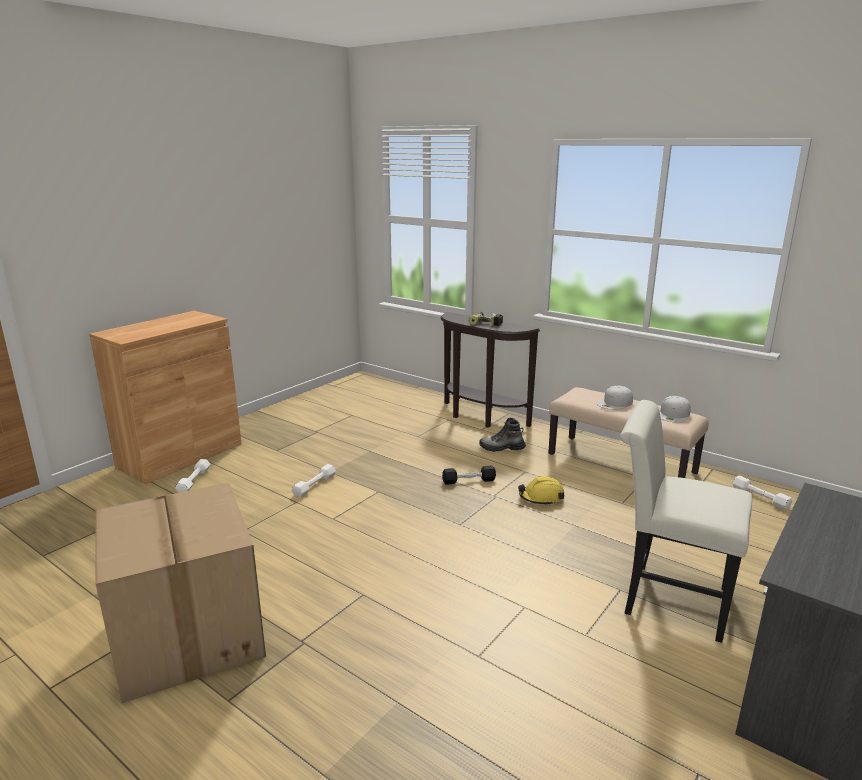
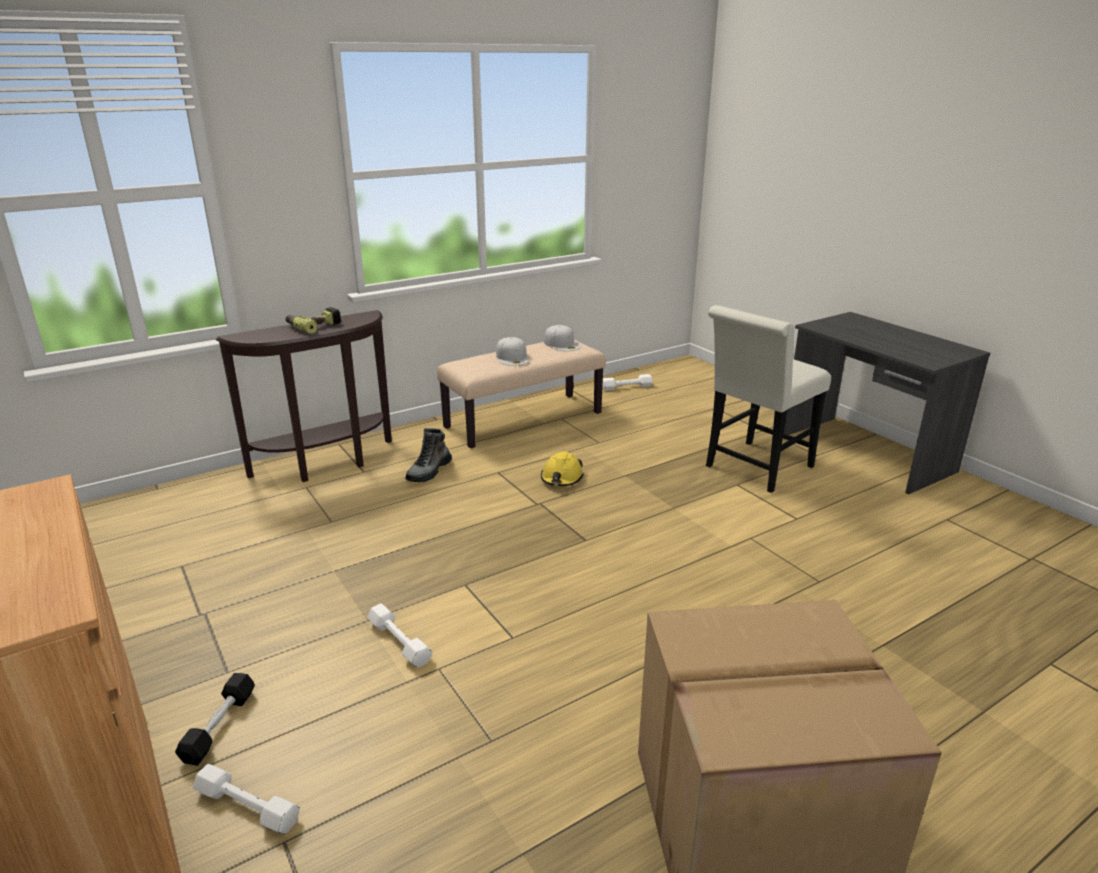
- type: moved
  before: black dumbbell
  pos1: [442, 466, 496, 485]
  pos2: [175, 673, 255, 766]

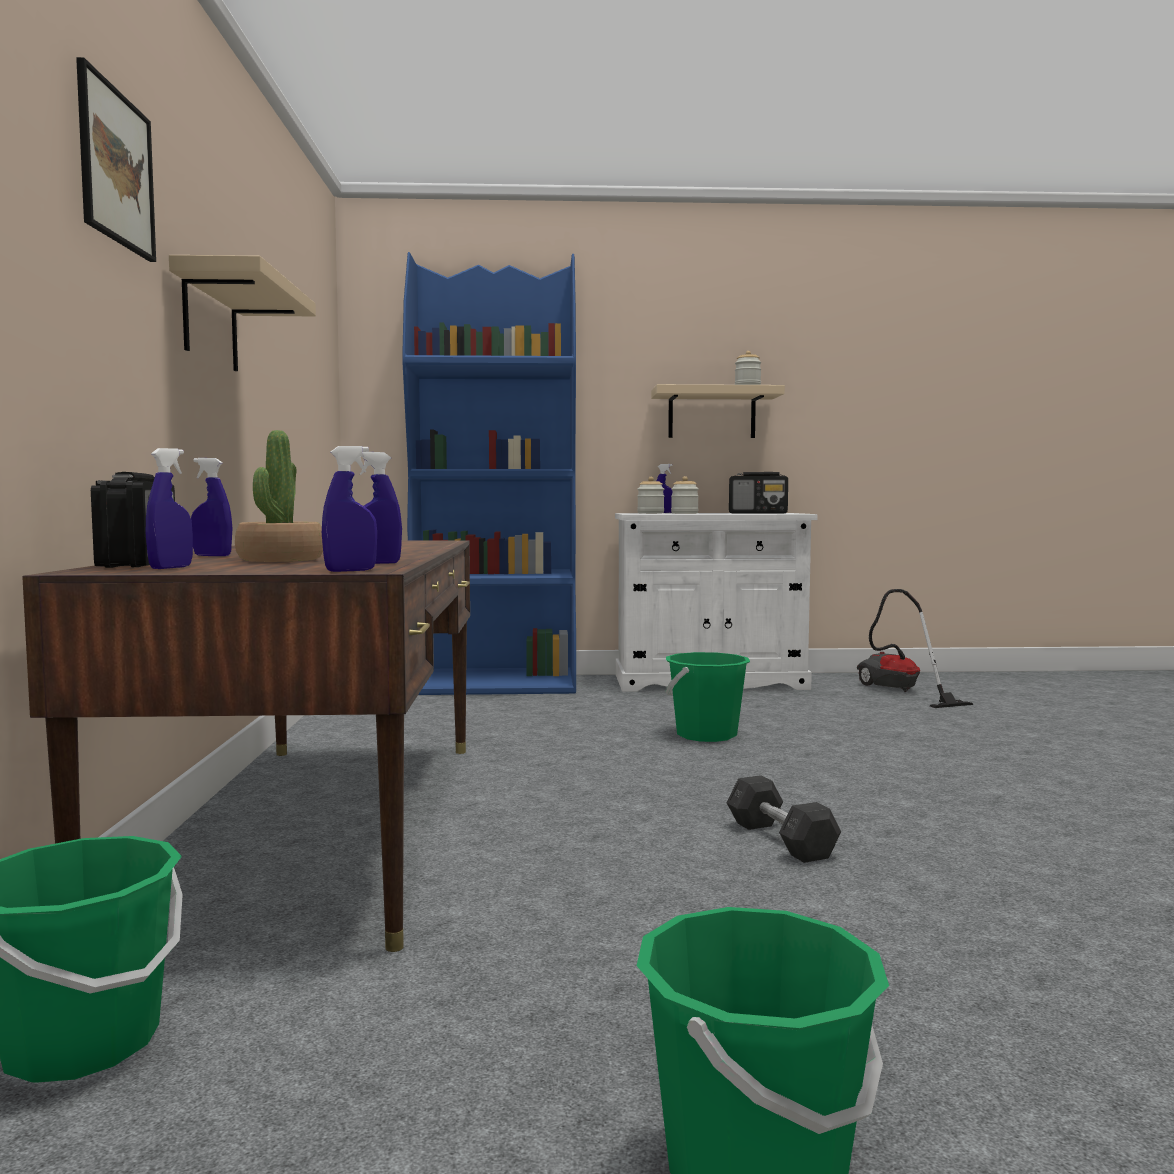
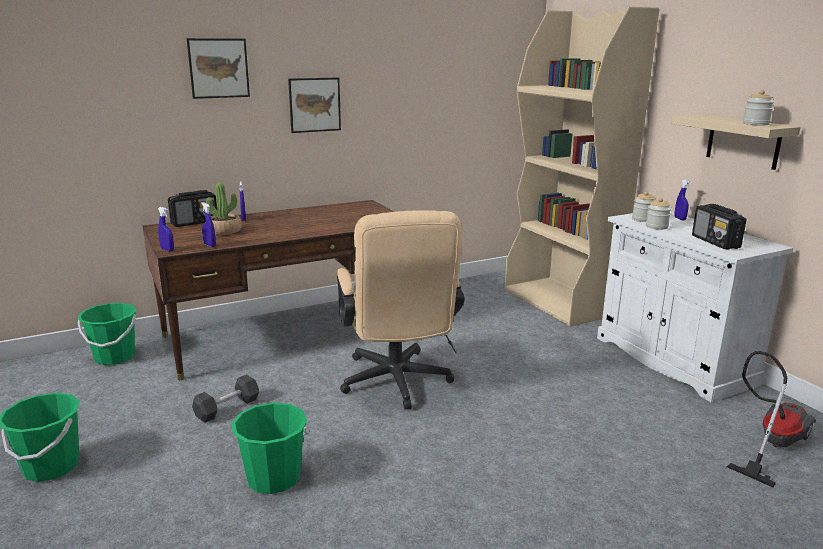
- type: moved
  before: grey dumbbell
  pos1: [726, 775, 841, 863]
  pos2: [192, 374, 259, 423]
- type: moved
  before: green bucket
  pos1: [665, 652, 750, 742]
  pos2: [231, 402, 309, 494]
- type: replaced
  before: beige shelf
  after: picture
  pos1: [169, 255, 316, 371]
  pos2: [288, 77, 341, 133]
- type: added
  after: beige office chair
  pos2: [337, 210, 465, 409]
- type: recoloured
  before: blue bookcase
  after: beige bookcase
  pos1: [402, 252, 576, 695]
  pos2: [505, 7, 659, 327]
- type: removed
  before: blue spray bottle
  pos1: [145, 448, 193, 569]

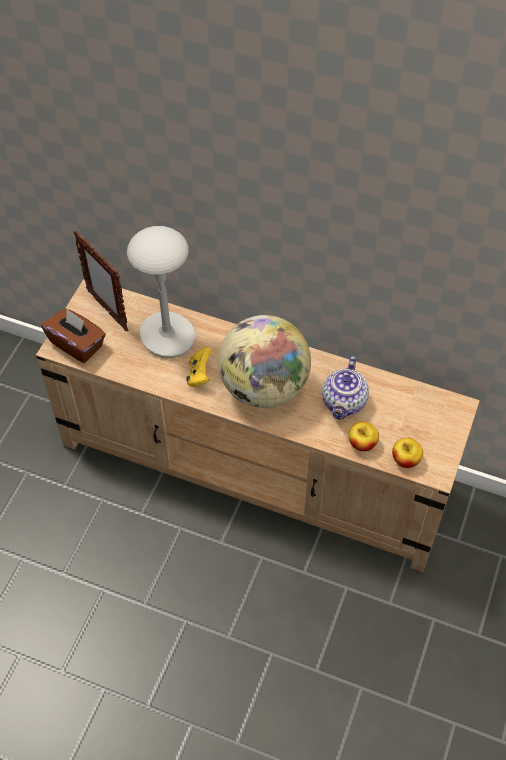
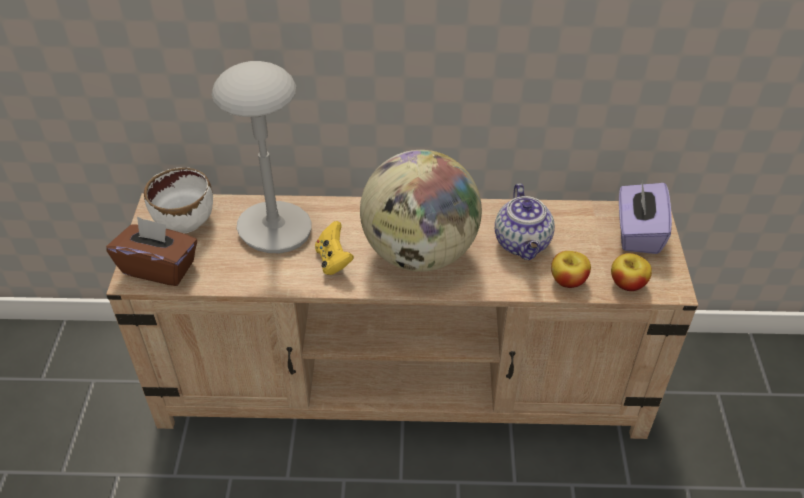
- type: replaced
  before: picture frame
  after: white bowl
  pos1: [73, 231, 129, 331]
  pos2: [144, 167, 213, 233]
- type: added
  after: purple tissue box
  pos2: [619, 181, 672, 254]

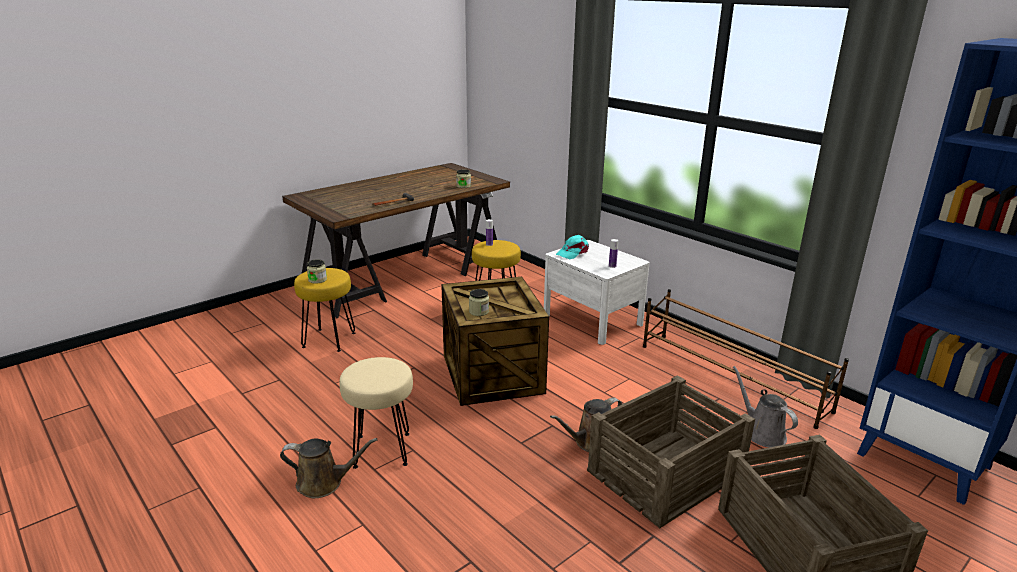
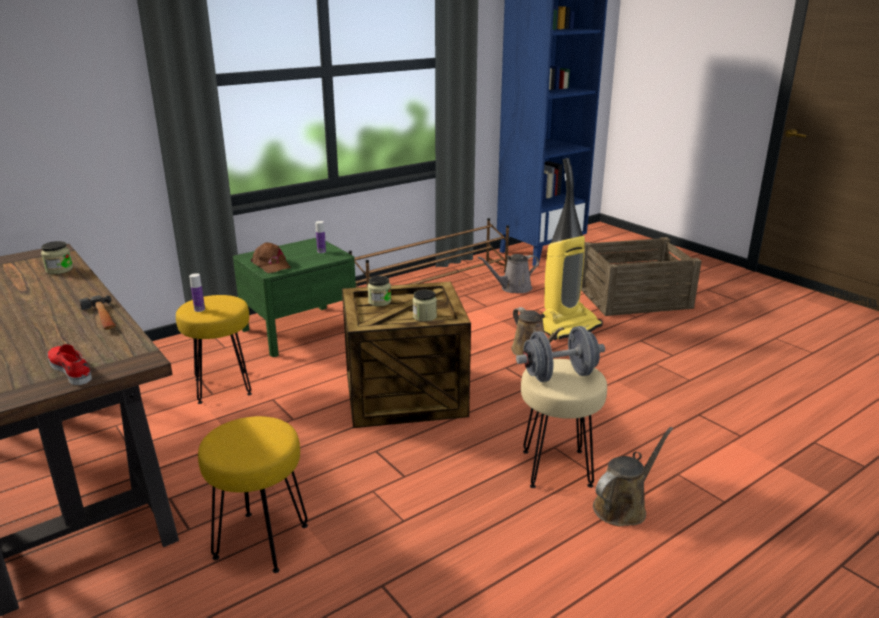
- type: added
  after: red shoe
  pos2: [48, 344, 92, 385]
- type: recoloured
  before: white nightstand
  after: green nightstand
  pos1: [544, 240, 650, 345]
  pos2: [233, 238, 356, 357]
- type: recoloured
  before: turquoise cap
  after: brown cap
  pos1: [556, 235, 589, 259]
  pos2: [251, 242, 291, 273]
- type: moved
  before: jar
  pos1: [307, 259, 327, 284]
  pos2: [368, 276, 391, 306]
- type: added
  after: grey dumbbell
  pos2: [516, 326, 605, 382]
- type: replaced
  before: crate
  after: vacuum cleaner
  pos1: [587, 375, 755, 528]
  pos2: [541, 158, 603, 340]
- type: turned
  before: brown watering can
  pos1: [280, 438, 378, 498]
  pos2: [593, 427, 673, 526]
  turn: 45

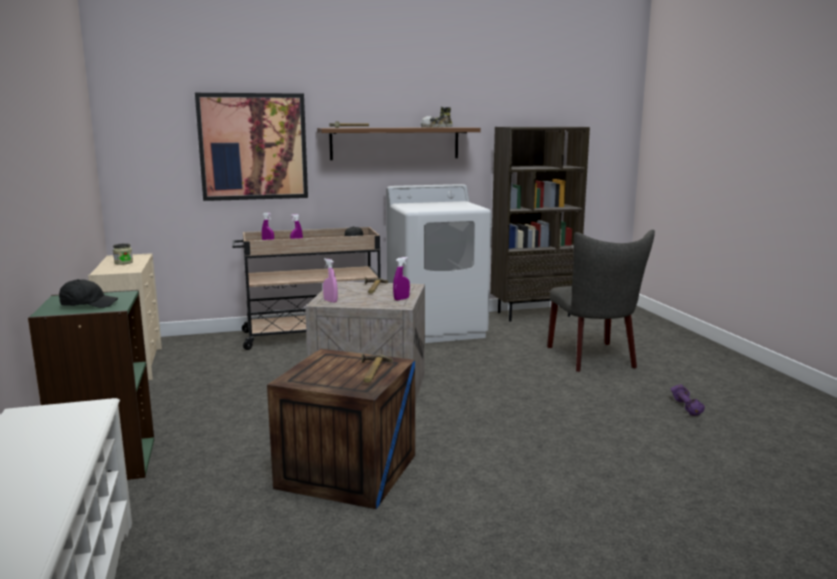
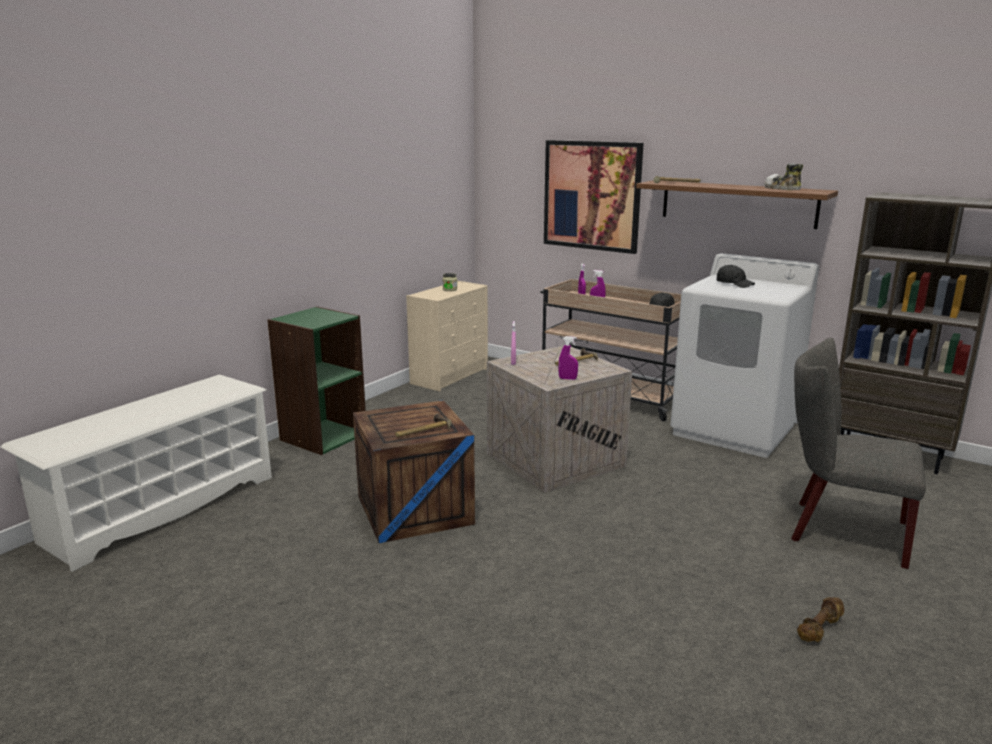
- type: moved
  before: black cap
  pos1: [59, 279, 118, 308]
  pos2: [717, 265, 755, 288]
- type: turned
  before: grey chair
  pos1: [547, 230, 655, 372]
  pos2: [791, 338, 926, 569]
  turn: 75
- type: recoloured
  before: purple dumbbell
  after: brown dumbbell
  pos1: [671, 384, 705, 416]
  pos2: [797, 597, 844, 642]

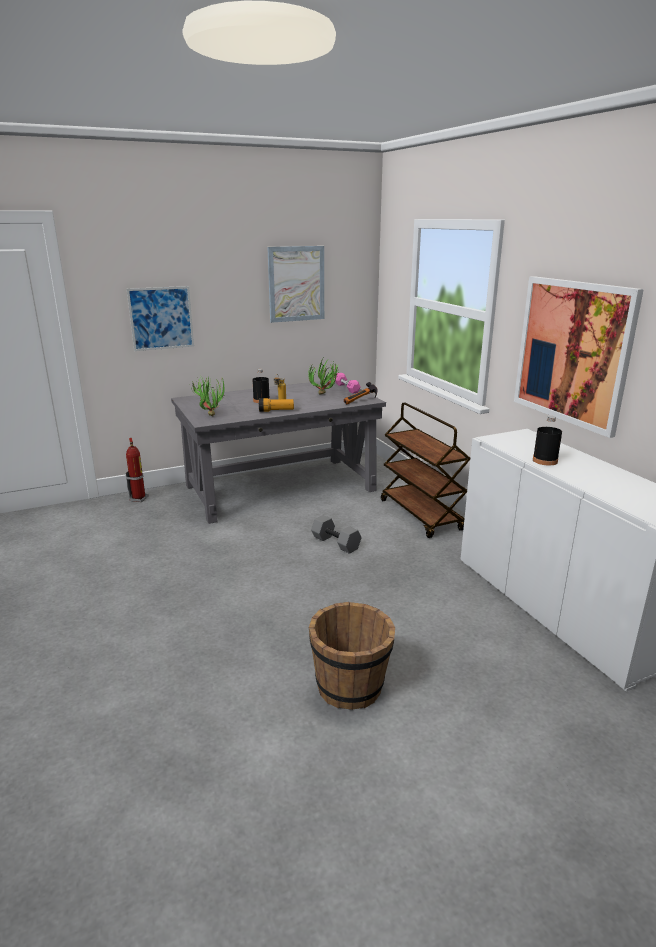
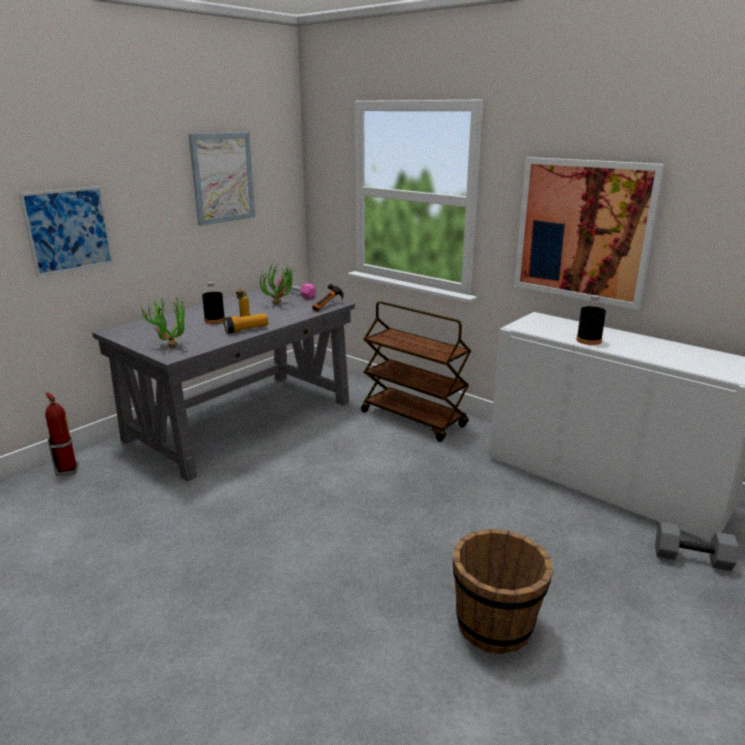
- type: moved
  before: grey dumbbell
  pos1: [311, 515, 361, 554]
  pos2: [655, 522, 738, 571]

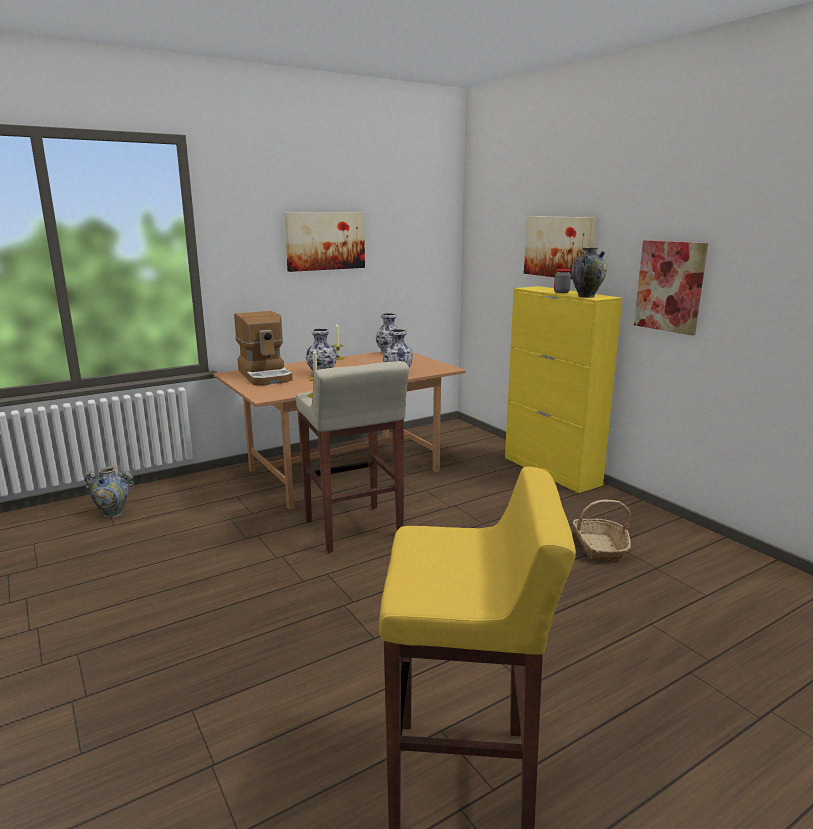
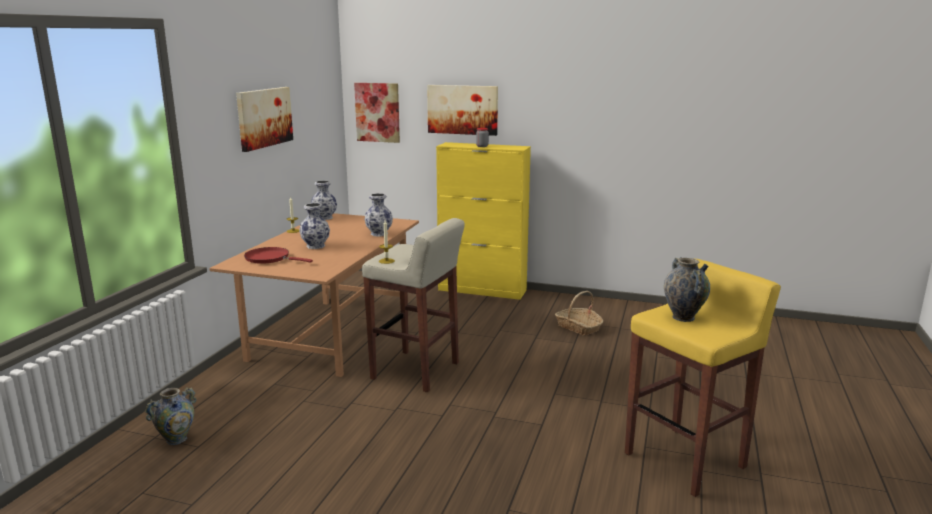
- type: replaced
  before: coffee machine
  after: red frying pan
  pos1: [234, 311, 293, 385]
  pos2: [244, 247, 313, 264]
- type: moved
  before: picture
  pos1: [634, 240, 708, 336]
  pos2: [354, 83, 400, 143]
- type: moved
  before: vase
  pos1: [571, 247, 607, 297]
  pos2: [664, 257, 710, 322]

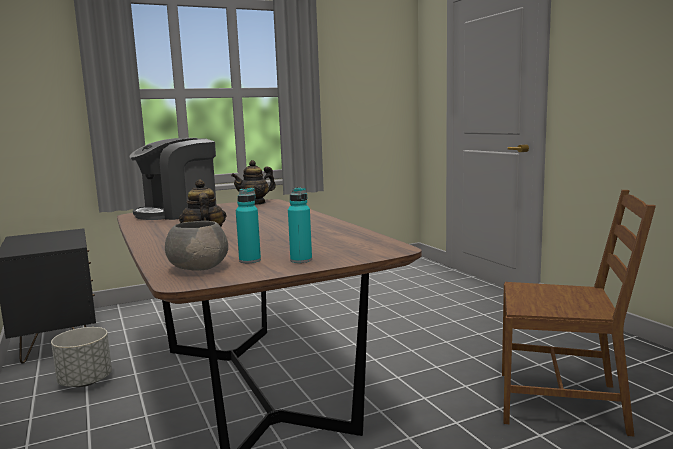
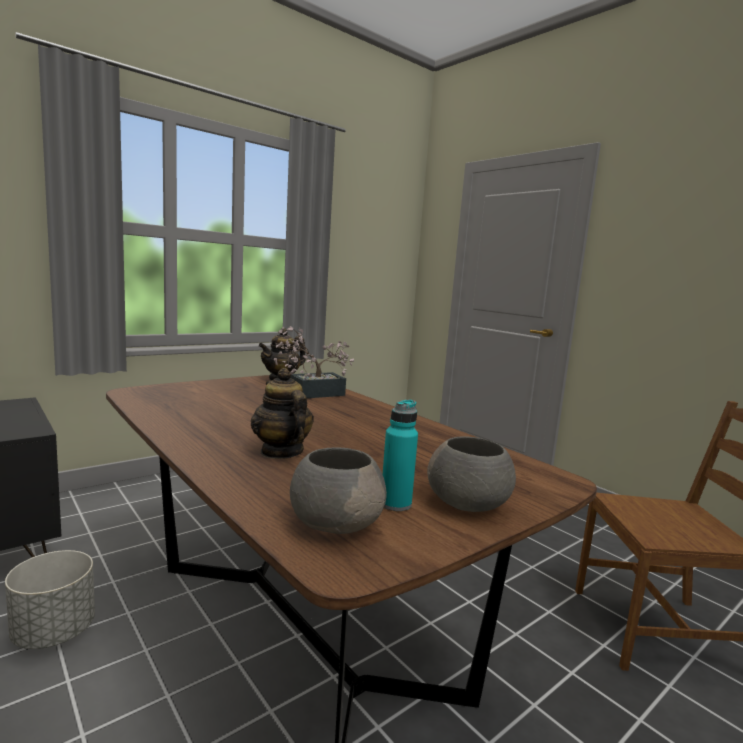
- type: added
  after: potted plant
  pos2: [274, 326, 354, 398]
- type: replaced
  before: turquoise bottle
  after: grey bowl
  pos1: [288, 187, 312, 263]
  pos2: [427, 436, 516, 512]
- type: removed
  before: coffee machine
  pos1: [130, 138, 216, 220]

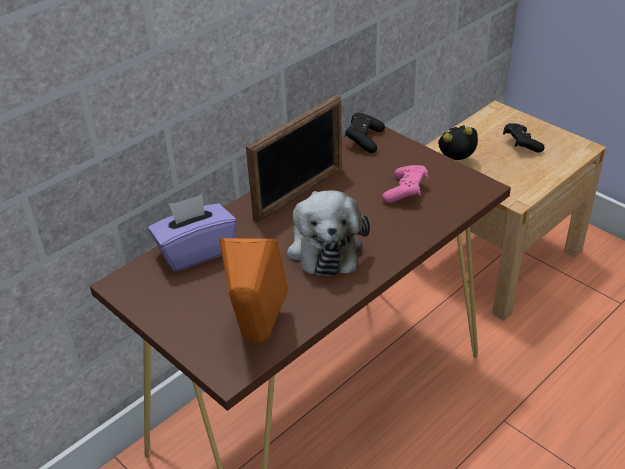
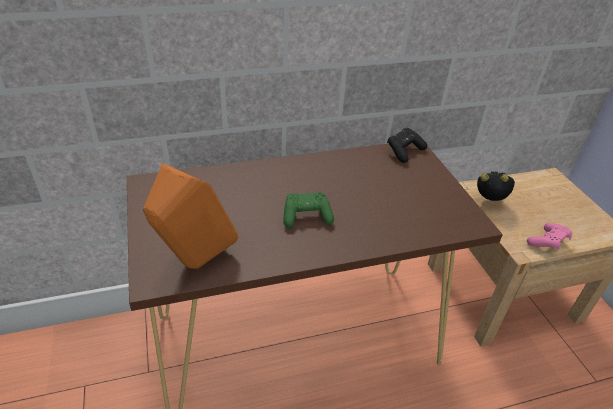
- type: replaced
  before: plush toy
  after: green game controller
  pos1: [287, 190, 370, 277]
  pos2: [283, 192, 334, 228]
- type: moved
  before: pink game controller
  pos1: [382, 165, 428, 203]
  pos2: [527, 223, 572, 250]
- type: removed
  before: purple tissue box
  pos1: [148, 194, 237, 271]
- type: removed
  before: picture frame
  pos1: [246, 95, 342, 223]
- type: removed
  before: black game controller
  pos1: [503, 123, 544, 153]

